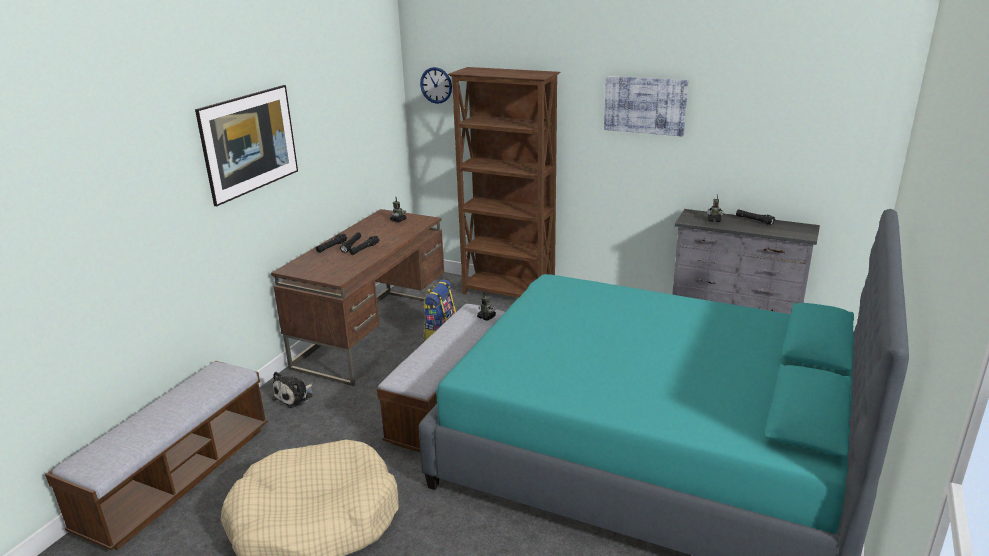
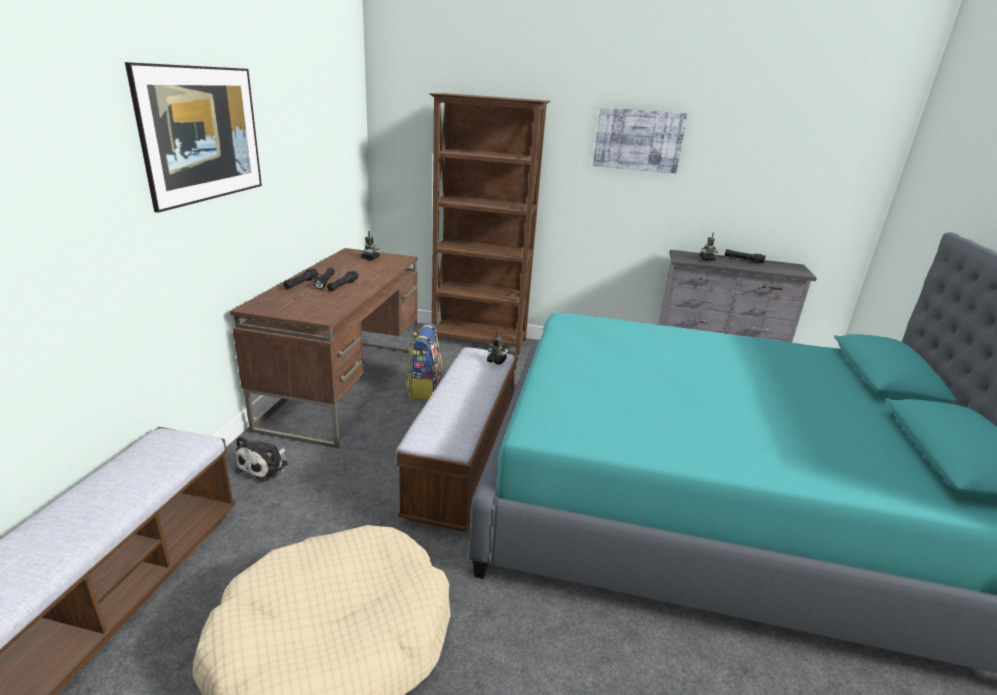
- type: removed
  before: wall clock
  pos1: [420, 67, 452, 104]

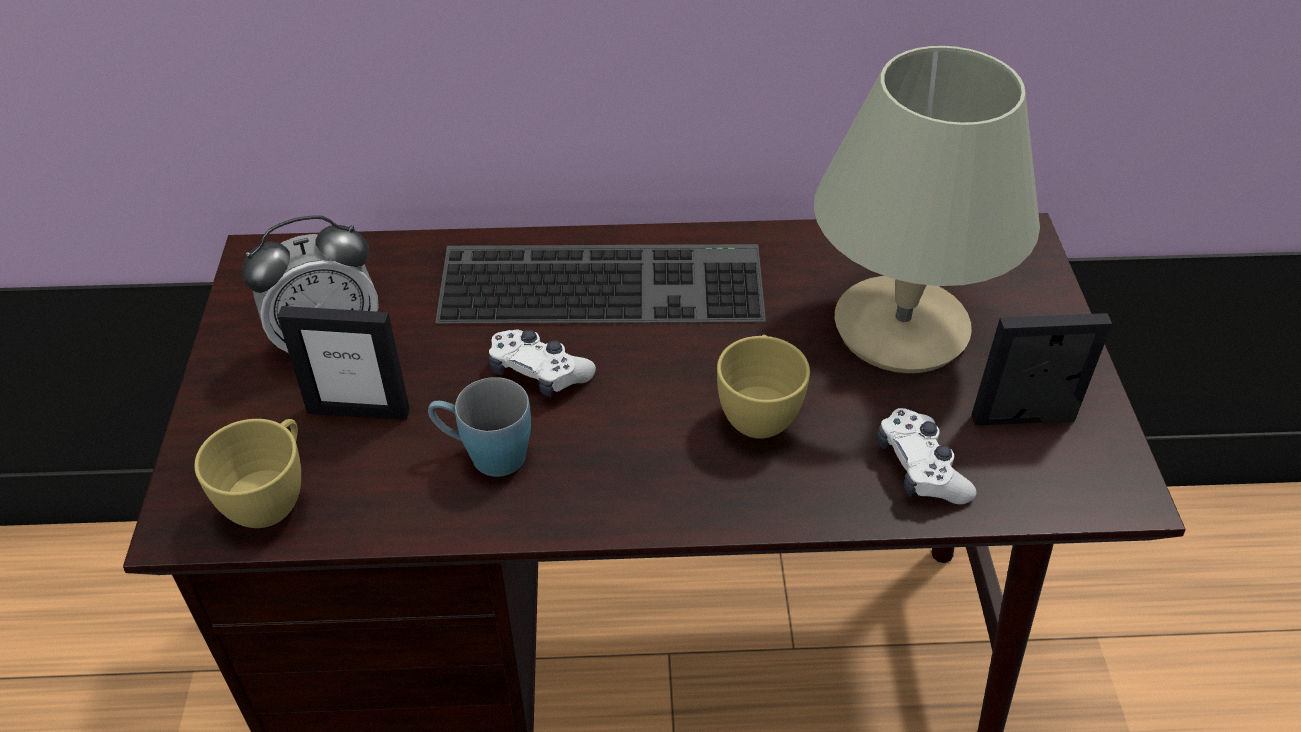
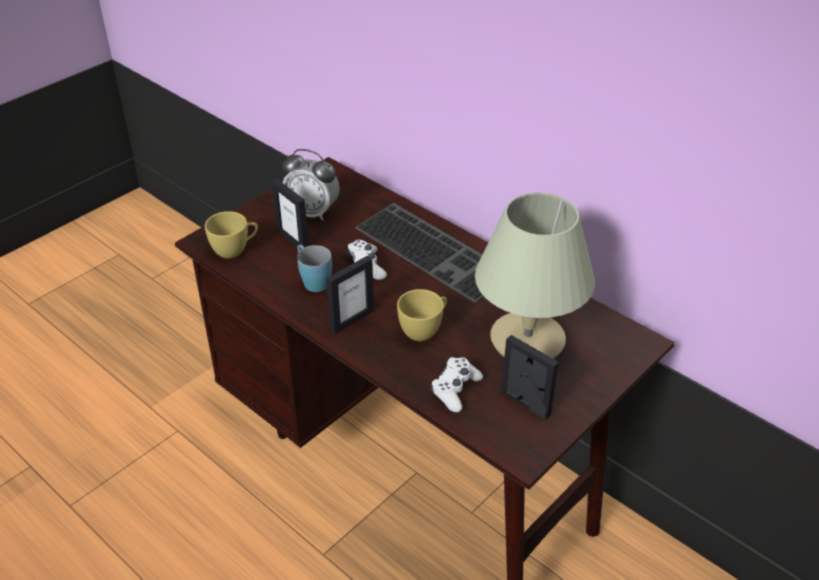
- type: added
  after: picture frame
  pos2: [326, 256, 374, 334]

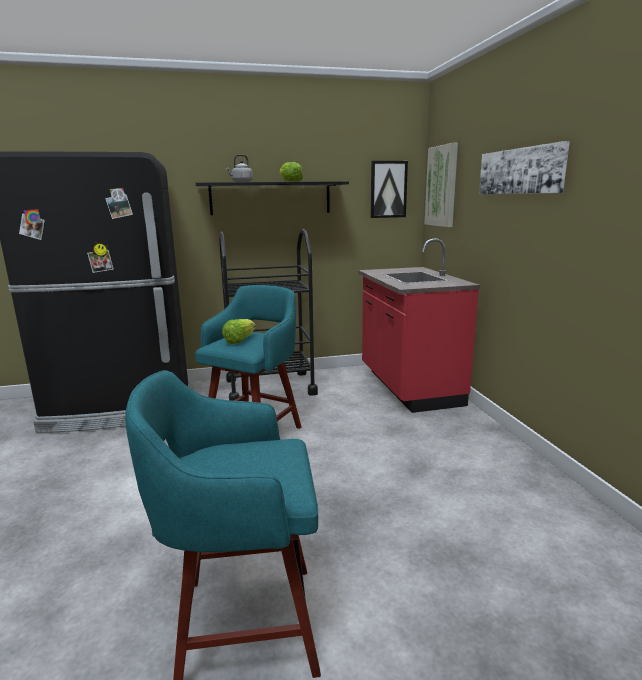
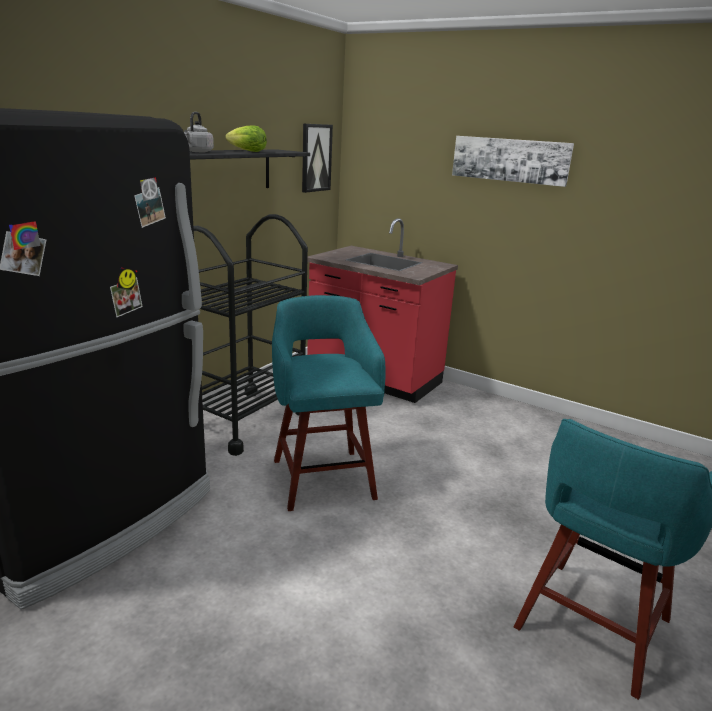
- type: removed
  before: lettuce
  pos1: [222, 319, 256, 344]
- type: removed
  before: picture
  pos1: [424, 143, 458, 227]

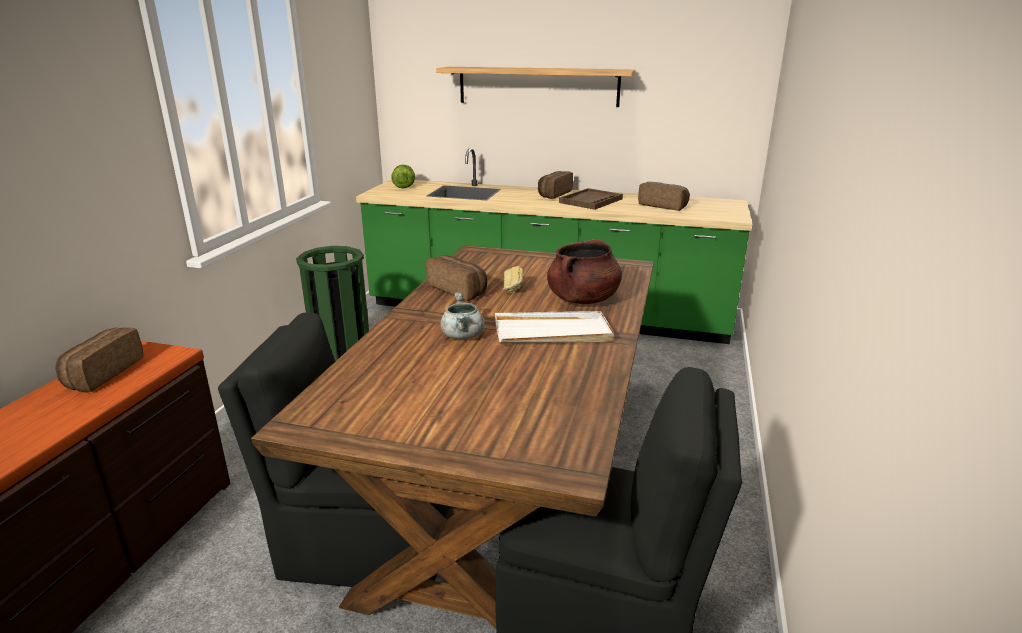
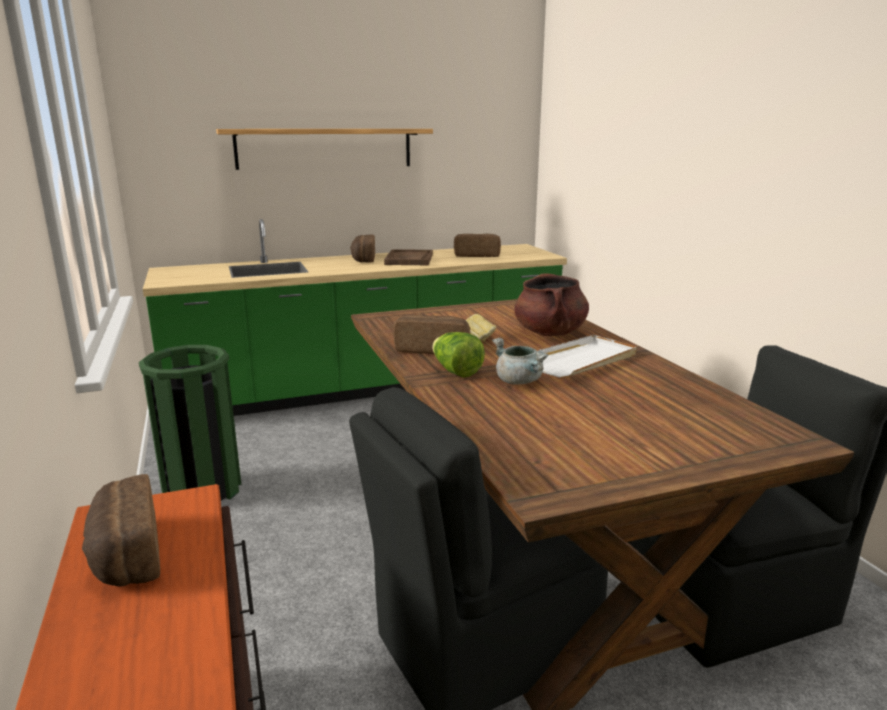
- type: moved
  before: lettuce
  pos1: [391, 165, 415, 188]
  pos2: [432, 332, 485, 378]

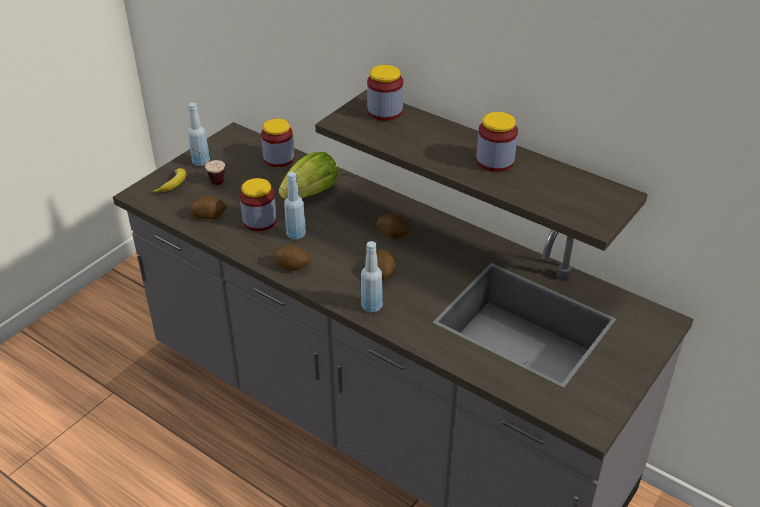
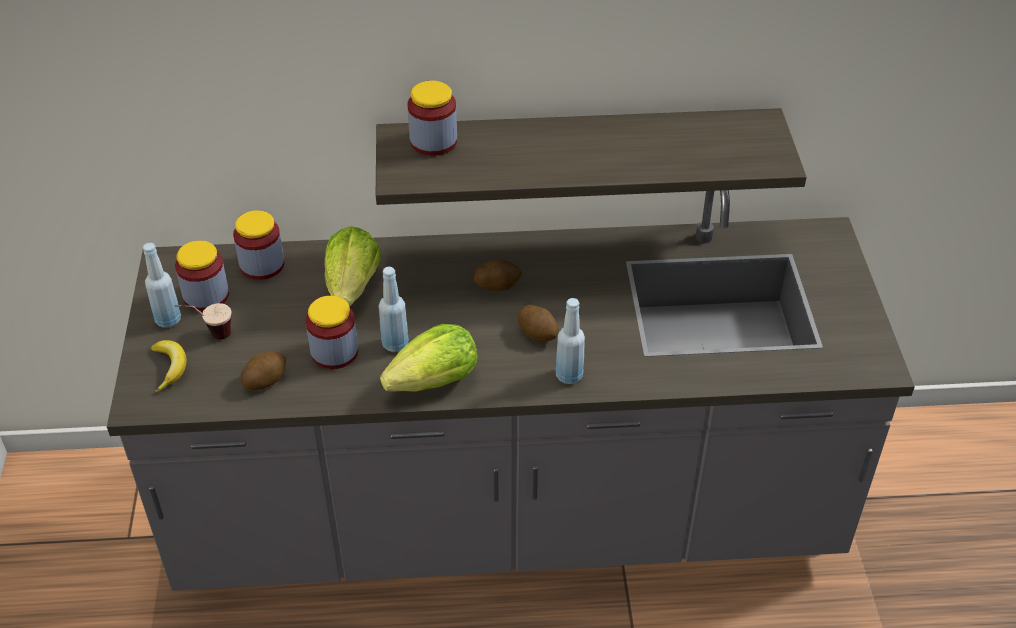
- type: moved
  before: jar
  pos1: [476, 112, 518, 172]
  pos2: [175, 240, 229, 311]
- type: replaced
  before: potato
  after: lettuce
  pos1: [273, 245, 310, 271]
  pos2: [380, 324, 477, 392]

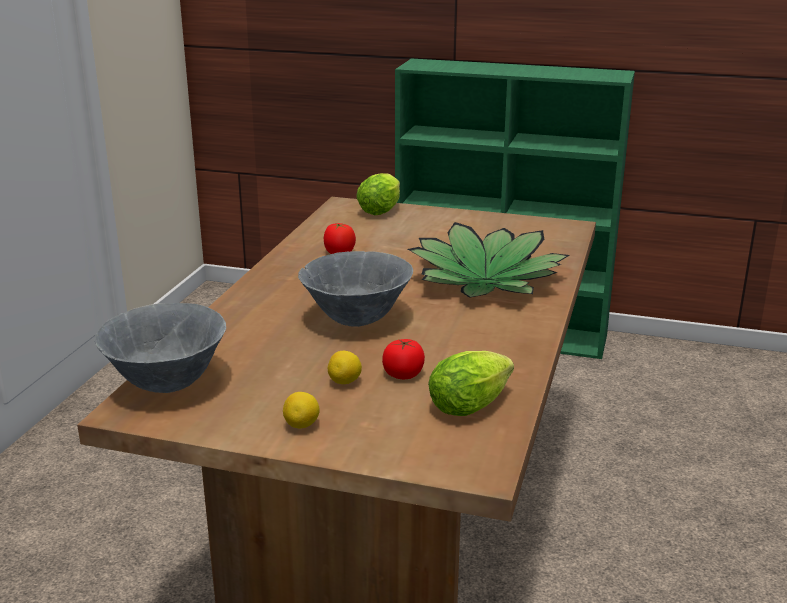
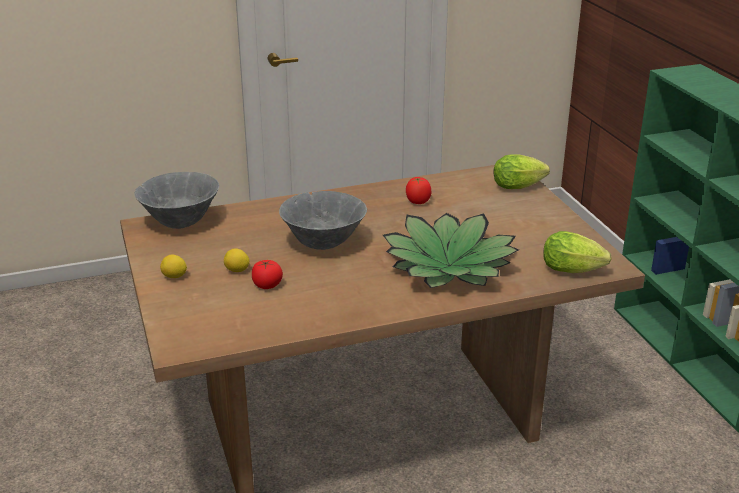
- type: moved
  before: lettuce
  pos1: [428, 351, 514, 416]
  pos2: [543, 231, 612, 273]

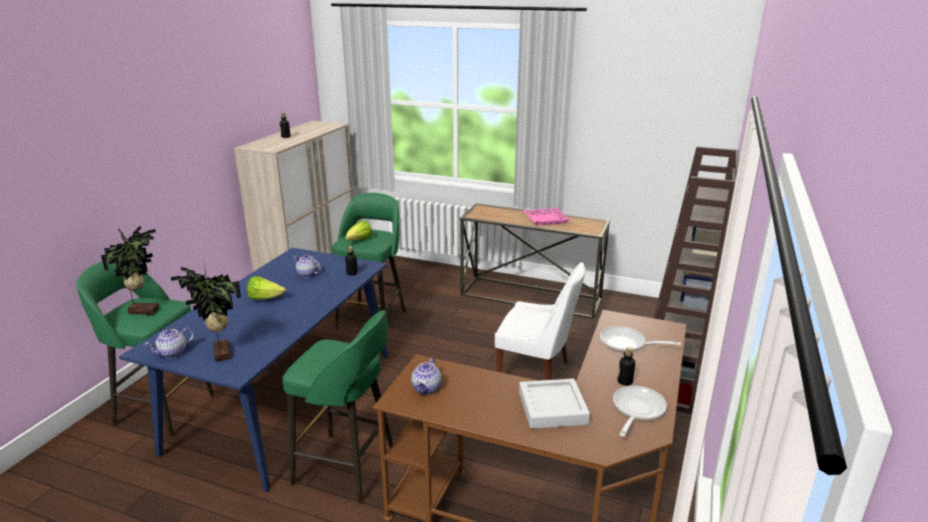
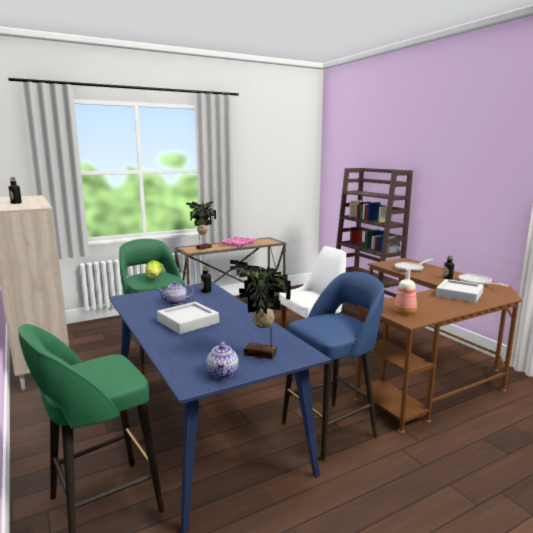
- type: replaced
  before: lettuce
  after: grey tray
  pos1: [247, 276, 286, 300]
  pos2: [157, 302, 219, 334]
- type: moved
  before: potted plant
  pos1: [101, 226, 159, 315]
  pos2: [186, 201, 216, 250]
- type: recoloured
  before: green stool
  after: blue stool
  pos1: [282, 310, 393, 504]
  pos2: [282, 271, 384, 461]
- type: replaced
  before: teapot
  after: bottle
  pos1: [411, 357, 442, 394]
  pos2: [394, 269, 417, 314]

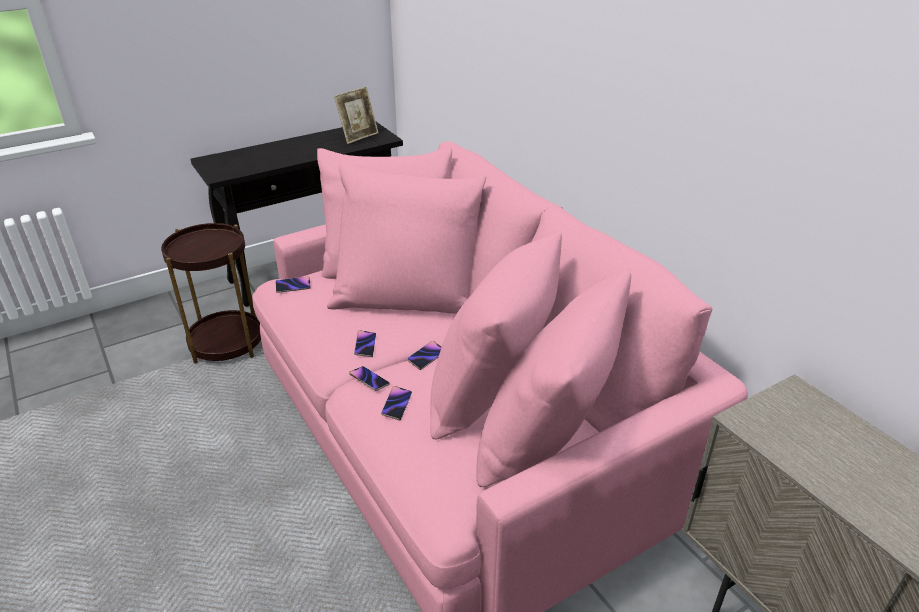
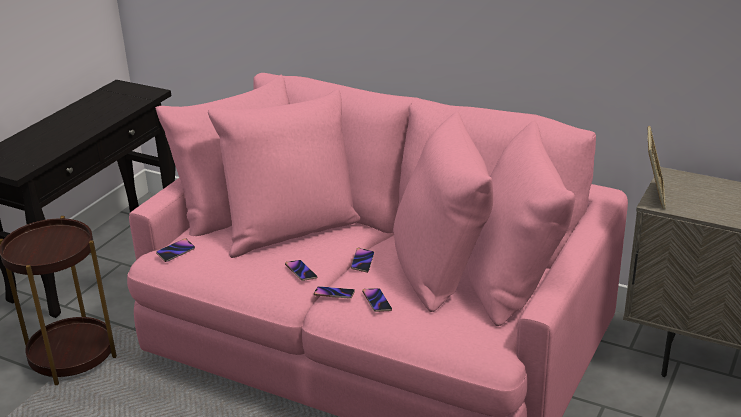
- type: moved
  before: picture frame
  pos1: [334, 87, 379, 144]
  pos2: [647, 126, 666, 209]

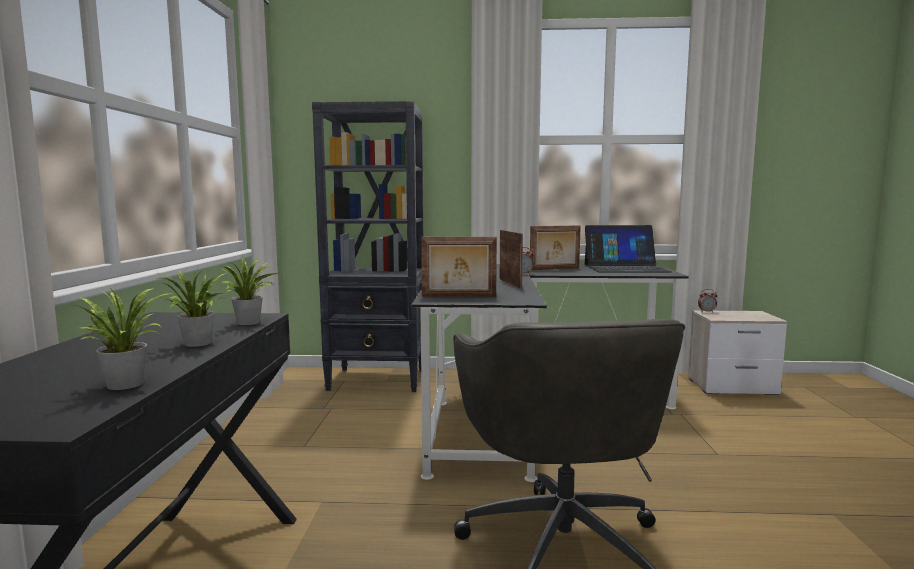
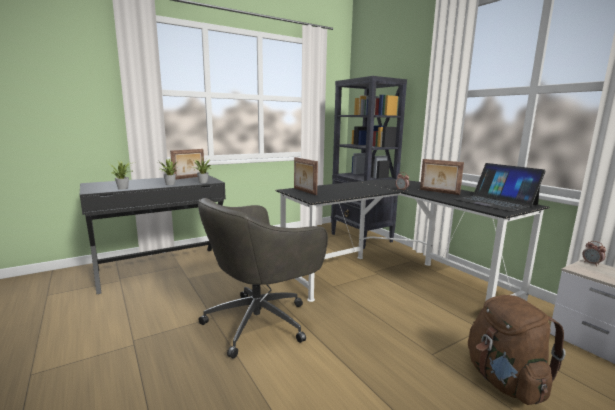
- type: moved
  before: picture frame
  pos1: [499, 230, 523, 289]
  pos2: [170, 149, 204, 180]
- type: added
  after: brown backpack
  pos2: [468, 295, 566, 405]

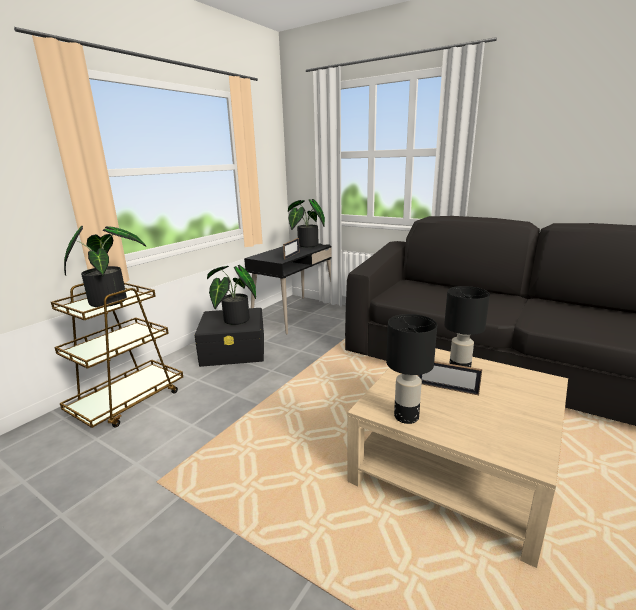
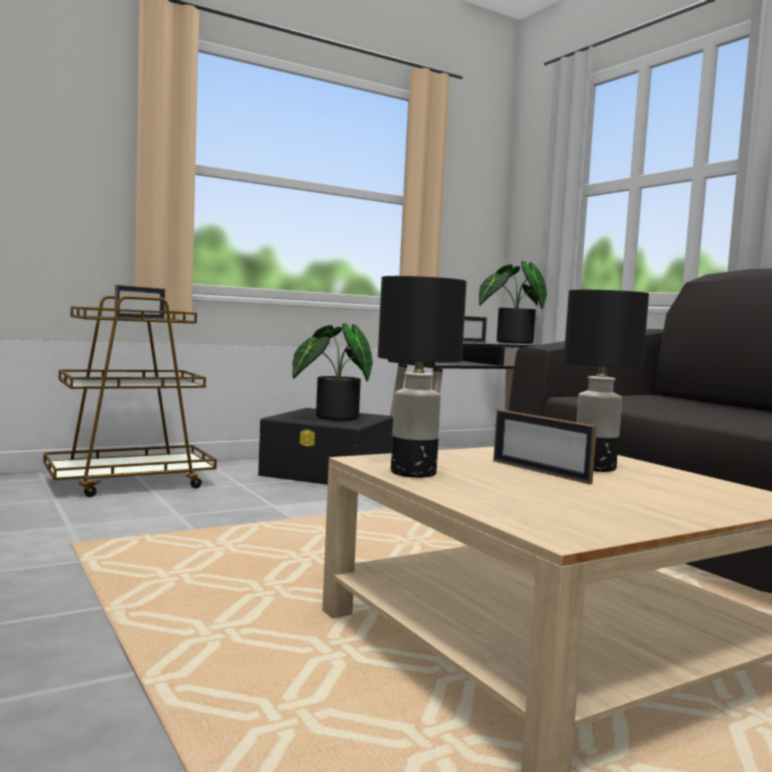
- type: replaced
  before: potted plant
  after: picture frame
  pos1: [64, 226, 146, 307]
  pos2: [115, 285, 165, 320]

